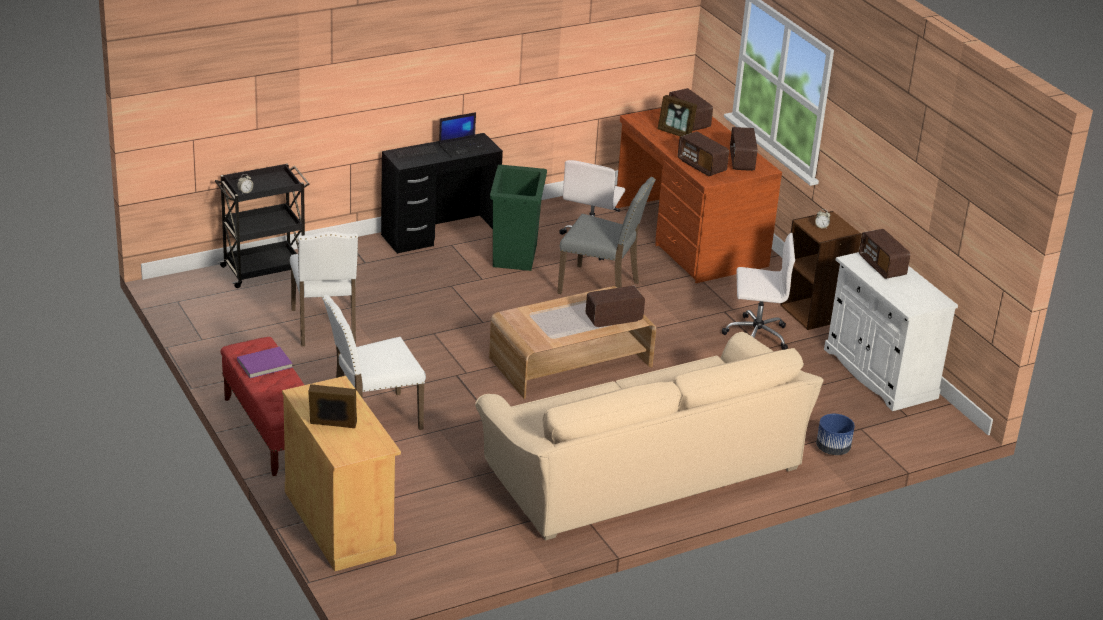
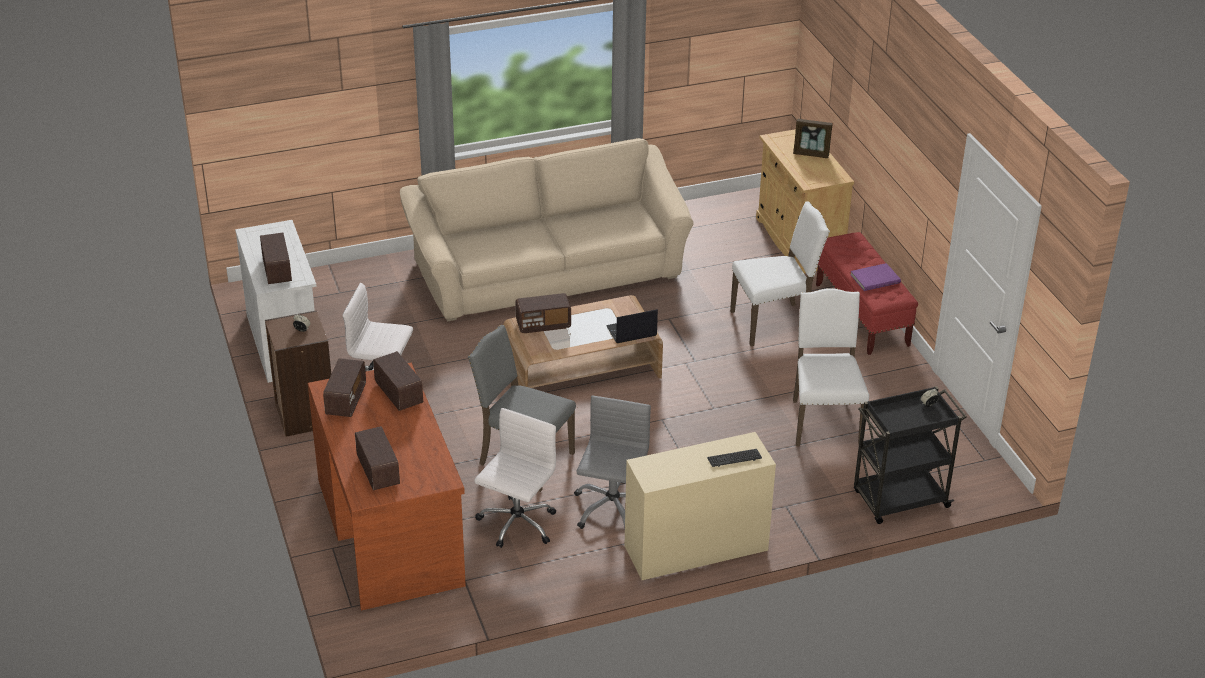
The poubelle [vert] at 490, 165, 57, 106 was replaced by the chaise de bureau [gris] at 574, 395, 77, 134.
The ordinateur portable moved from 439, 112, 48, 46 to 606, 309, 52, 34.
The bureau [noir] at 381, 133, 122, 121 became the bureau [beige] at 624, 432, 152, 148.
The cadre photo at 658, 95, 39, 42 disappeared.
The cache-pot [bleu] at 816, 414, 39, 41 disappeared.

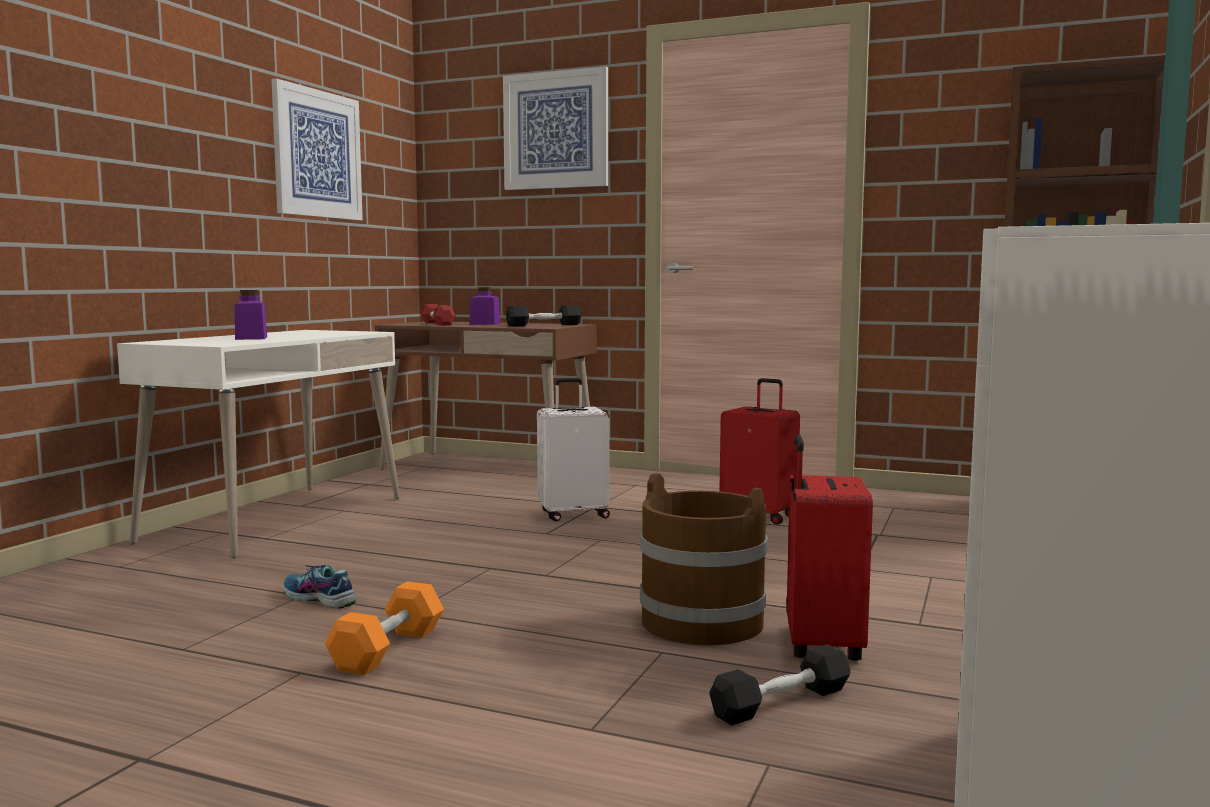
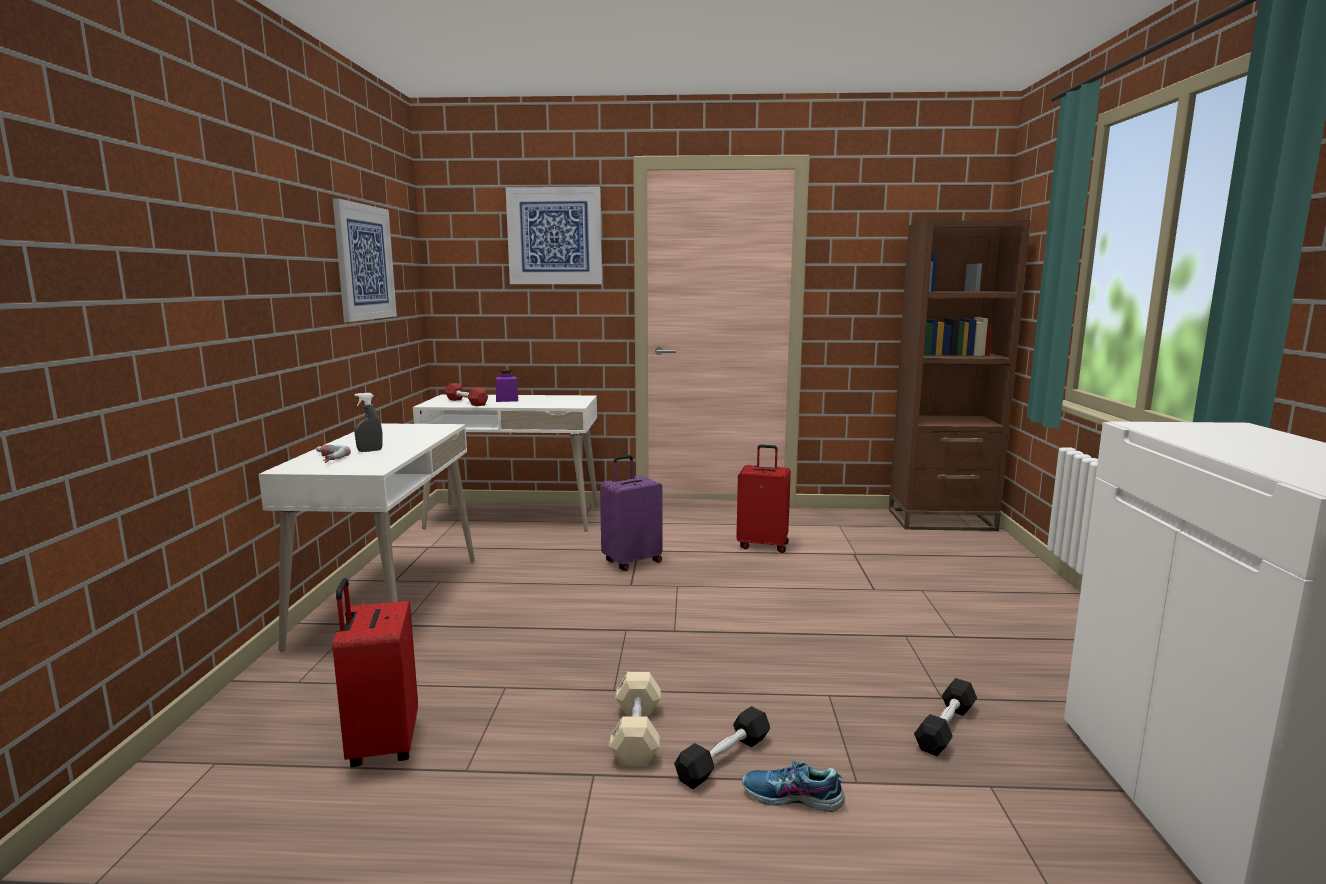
The perceuse at 316, 445, 35, 18 appeared.
The valise [rouge] moved from 787, 434, 86, 227 to 333, 578, 85, 189.
The bocal [violet] at 235, 290, 32, 50 was replaced by the vaporisateur [gris] at 355, 393, 28, 59.
The bureau [marron] at 375, 321, 222, 150 became the bureau [blanc] at 413, 394, 186, 138.
The valise [blanc] at 537, 378, 73, 143 became the valise [violet] at 600, 455, 62, 116.
The haltère [orange] at 325, 581, 119, 95 became the haltère [beige] at 609, 672, 52, 94.
The haltère [noir] moved from 506, 305, 75, 21 to 674, 706, 96, 83.
The chaussure moved from 283, 565, 74, 44 to 742, 761, 103, 51.
The seau [marron] at 640, 473, 128, 172 disappeared.

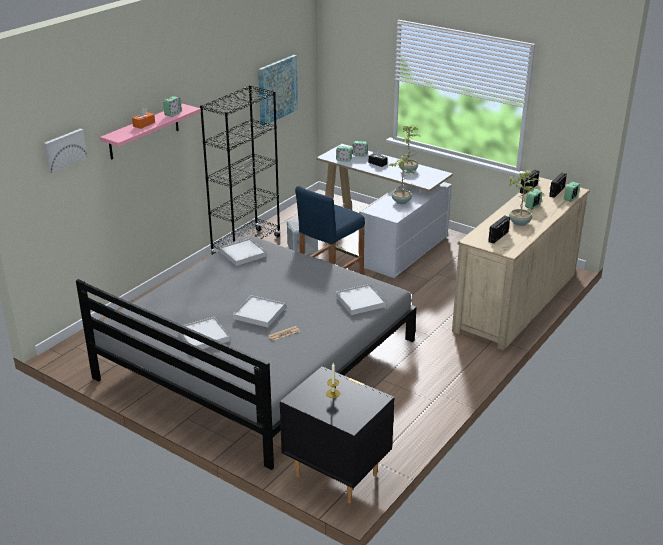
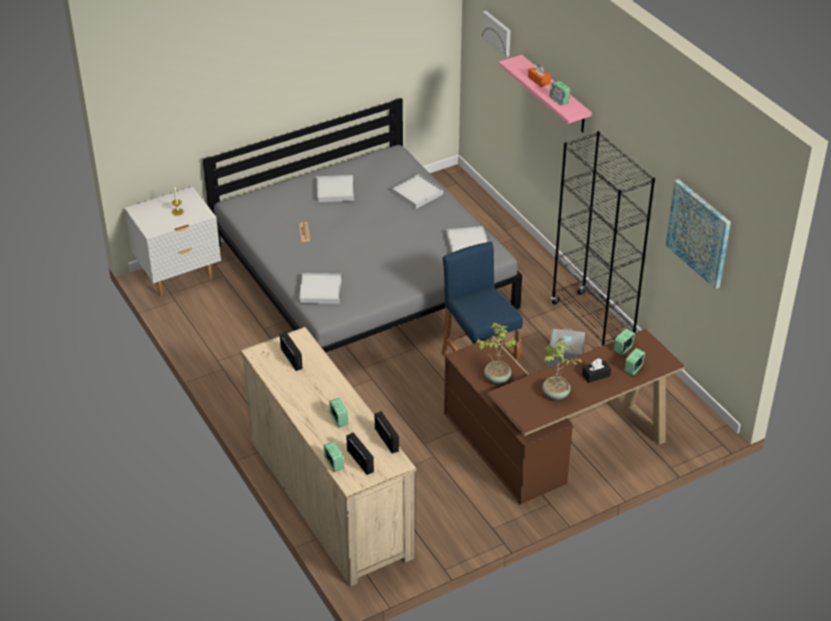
The table de chevet [noir] at 280, 366, 115, 137 became the table de chevet [blanc] at 125, 187, 96, 110.
The plateau [blanc] moved from 233, 295, 52, 32 to 392, 174, 51, 35.
The bureau [blanc] at 316, 144, 137, 134 became the bureau [marron] at 444, 329, 241, 175.
The plante en pot at 509, 170, 30, 56 disappeared.

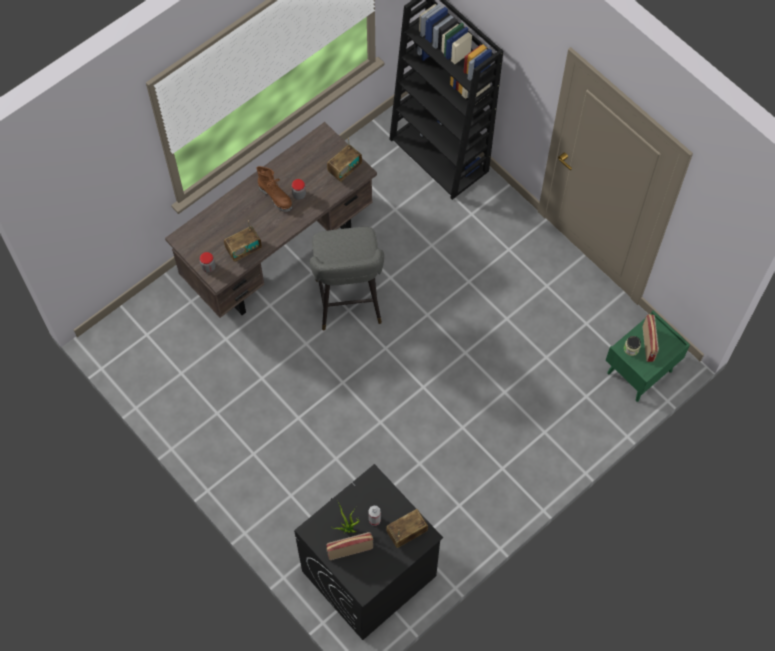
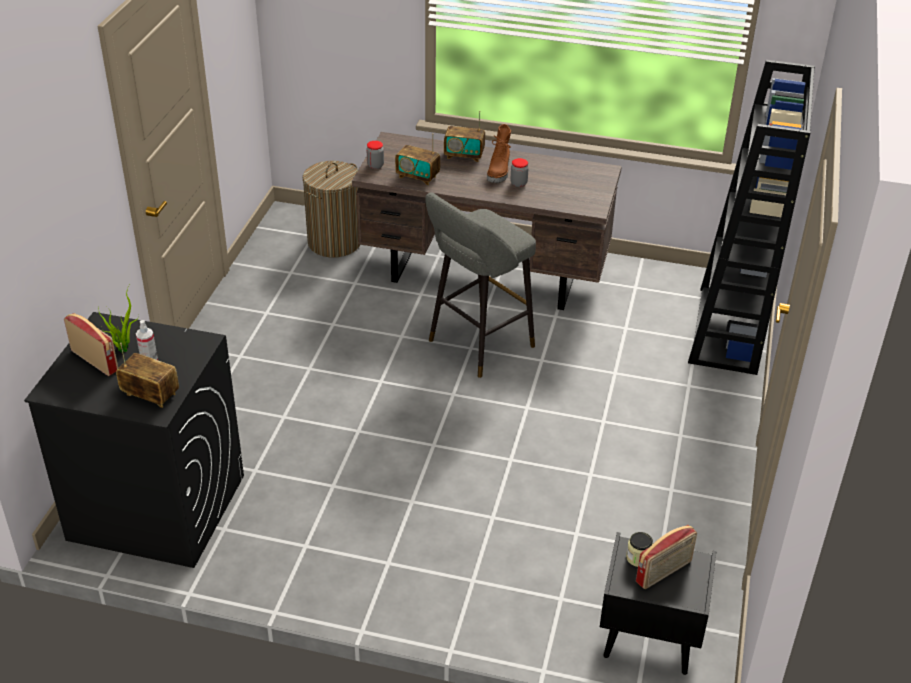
The panier à linge at 303, 161, 57, 96 appeared.
The radio moved from 327, 138, 35, 44 to 444, 111, 41, 51.
The table de chevet [vert] at 606, 311, 84, 91 became the table de chevet [noir] at 600, 532, 116, 143.

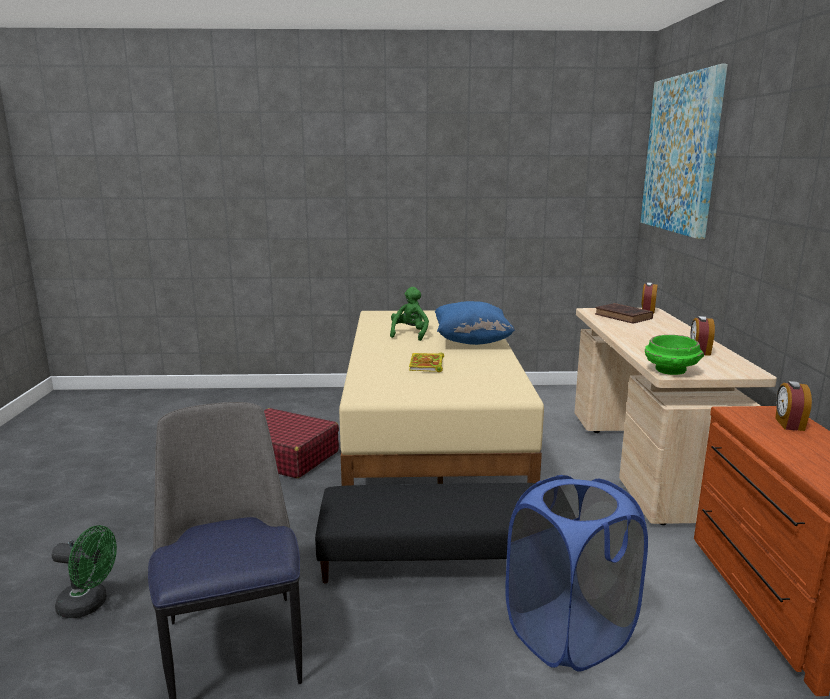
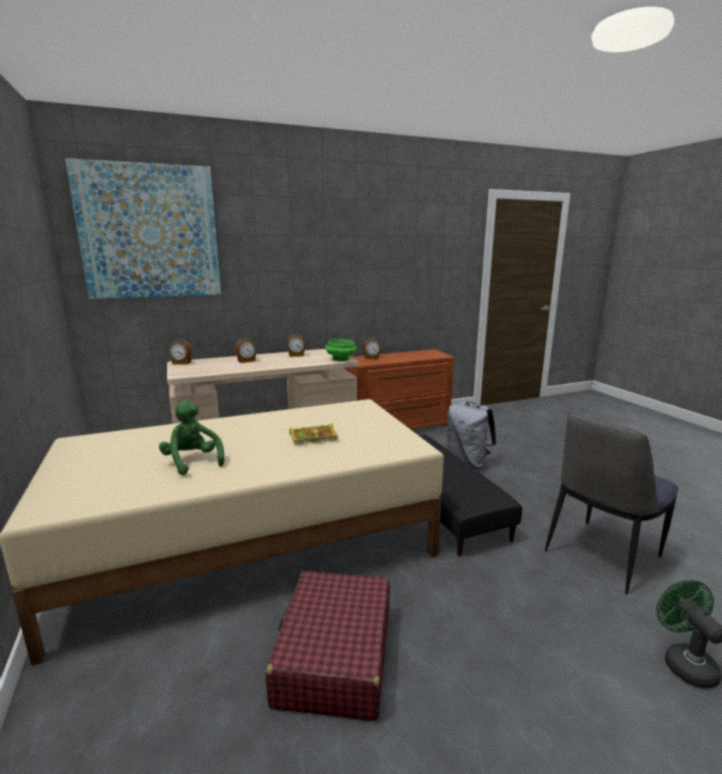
The peluche [vert] at 390, 287, 39, 54 turned 60 degrees clockwise.
The réveil at 235, 338, 22, 25 appeared.
The panier à linge [bleu] at 505, 475, 143, 197 was replaced by the sac à dos [gris] at 447, 402, 49, 67.
The coussin [bleu] at 435, 301, 80, 44 disappeared.
The livre [marron] at 595, 303, 58, 21 disappeared.

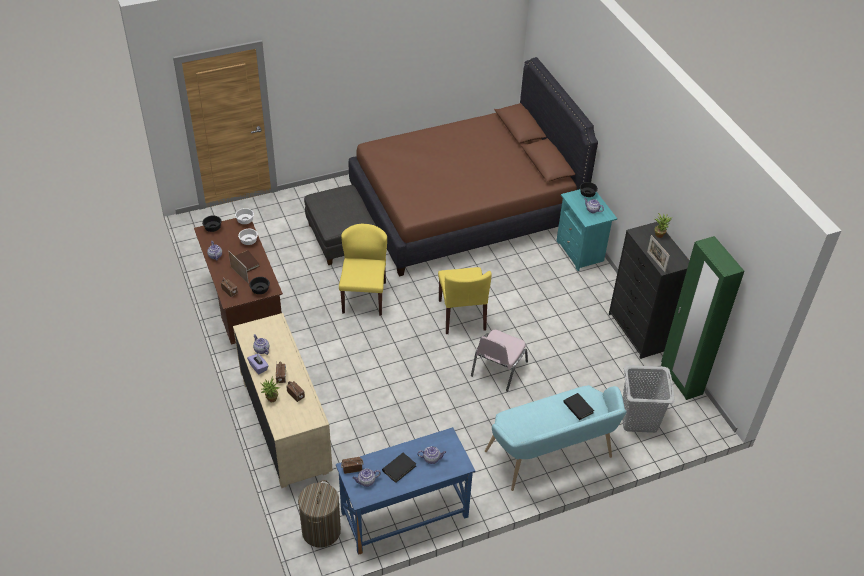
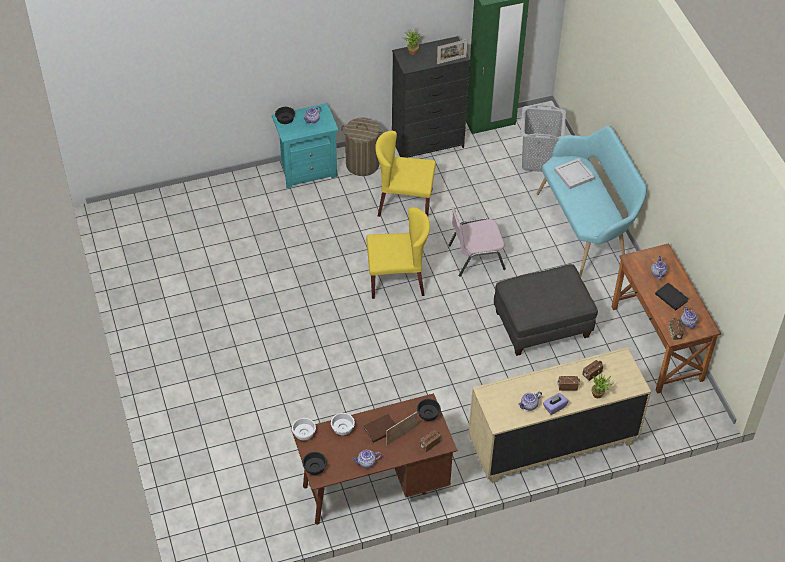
The panier à linge moved from 298, 480, 43, 68 to 341, 117, 43, 59.
The chaise [jaune] moved from 339, 224, 48, 92 to 375, 131, 61, 86.
The chaise [rose] at 471, 330, 57, 62 turned 135 degrees clockwise.
The pouf [gris] moved from 304, 185, 72, 80 to 494, 264, 104, 92.
The livre [noir] at 563, 393, 31, 27 was replaced by the plateau [blanc] at 554, 158, 41, 31.
The bureau [bleu] at 336, 427, 139, 128 became the bureau [marron] at 612, 243, 109, 151.
The lit [marron] at 349, 57, 249, 220 disappeared.

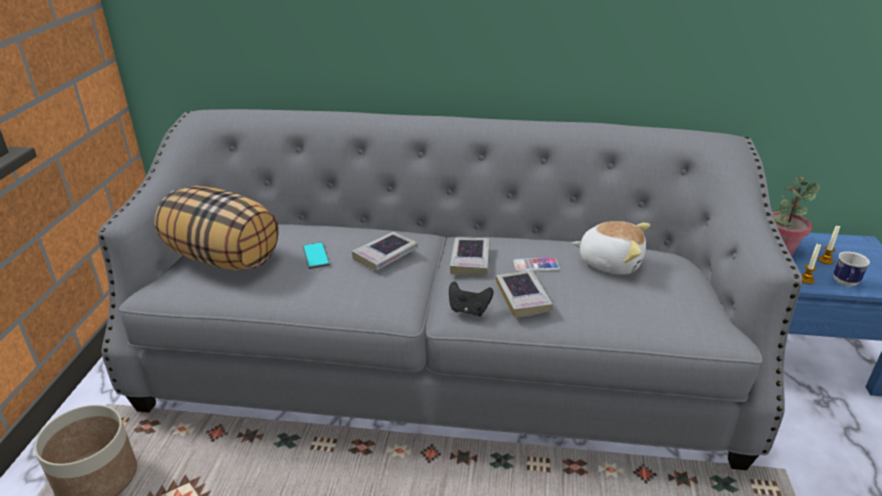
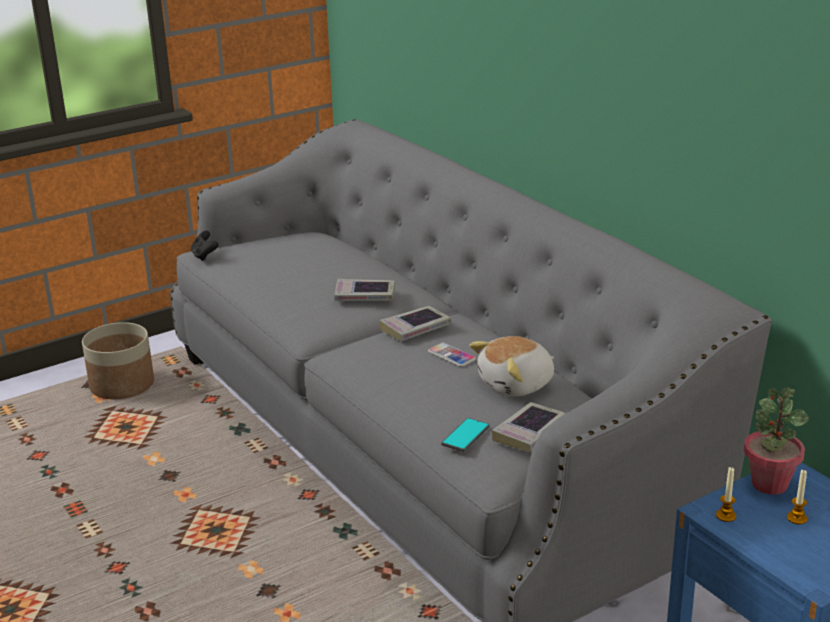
The manette [noir] moved from 449, 281, 44, 35 to 191, 231, 28, 30.
The téléphone moved from 303, 242, 27, 27 to 441, 418, 48, 34.
The peluche at 572, 221, 78, 54 turned 75 degrees clockwise.
The livre moved from 496, 270, 57, 48 to 492, 402, 74, 50.
The coussin at 154, 186, 125, 85 disappeared.
The mug at 833, 251, 37, 35 disappeared.

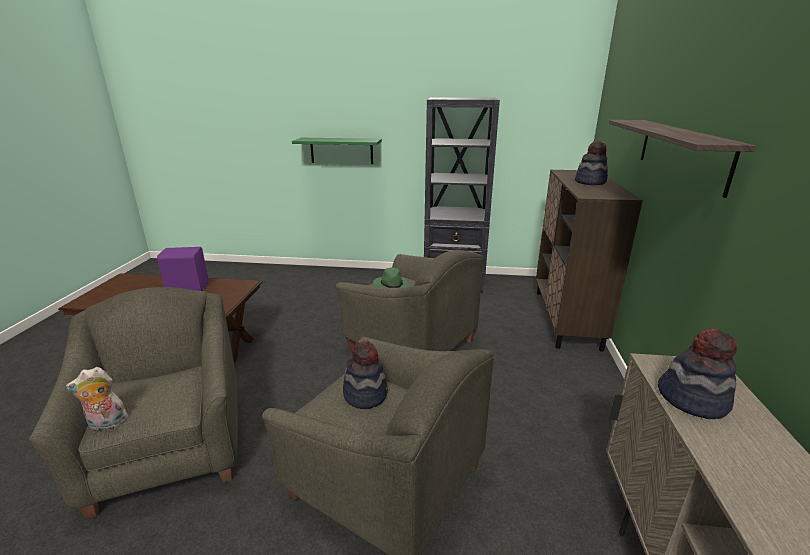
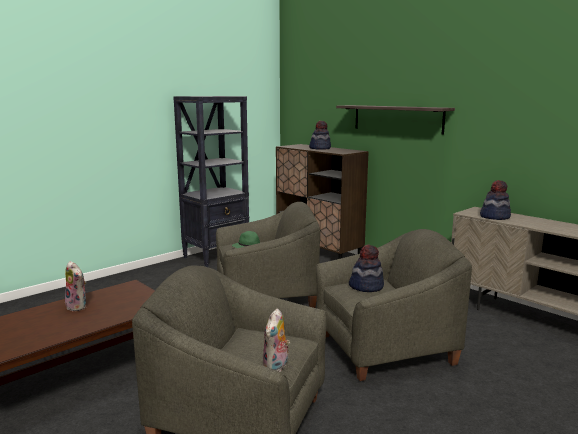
The enceinte [violet] at 157, 247, 52, 44 was replaced by the peluche at 65, 261, 21, 51.
The étagère [vert] at 292, 138, 90, 26 disappeared.

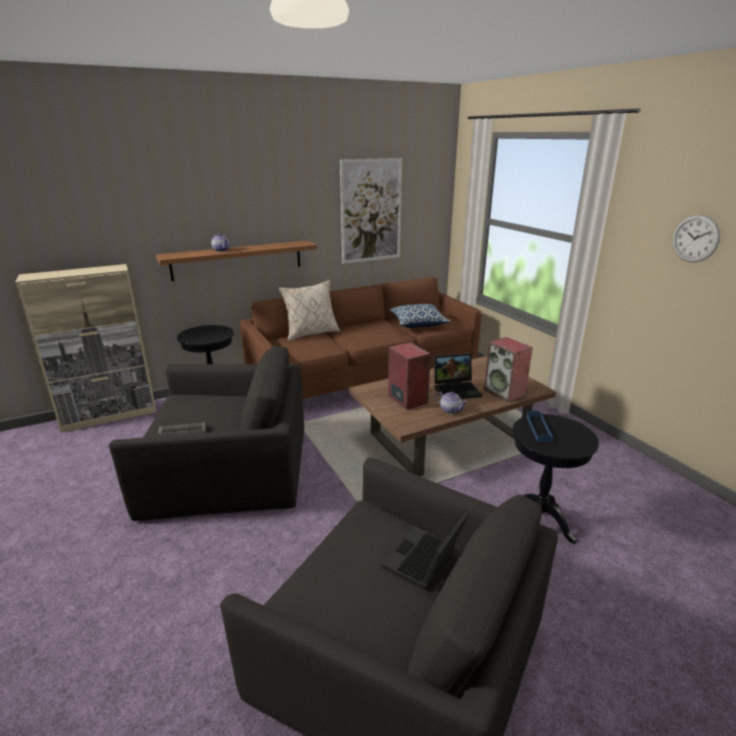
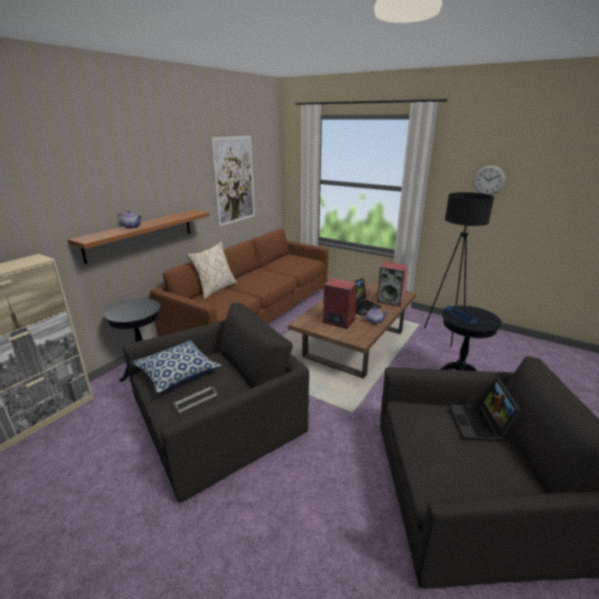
The coussin moved from 388, 304, 63, 24 to 131, 341, 91, 53.
The lampadaire [noir] at 424, 192, 70, 155 appeared.

